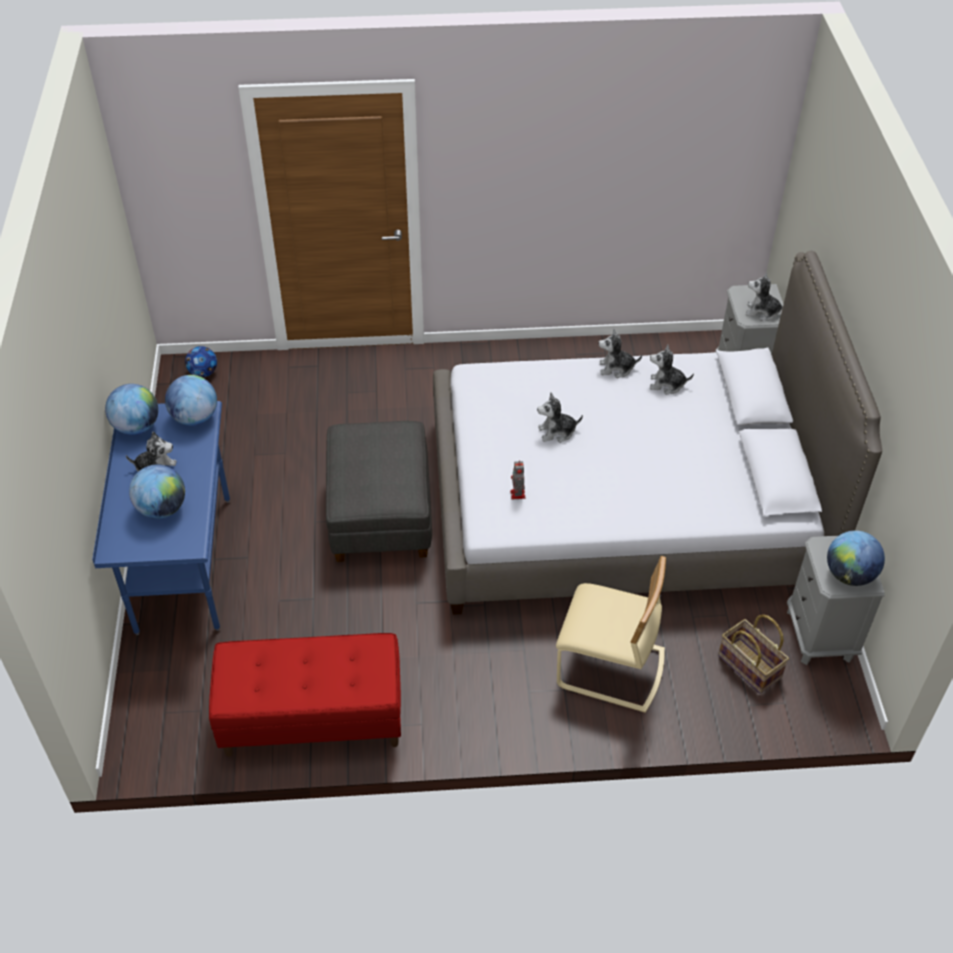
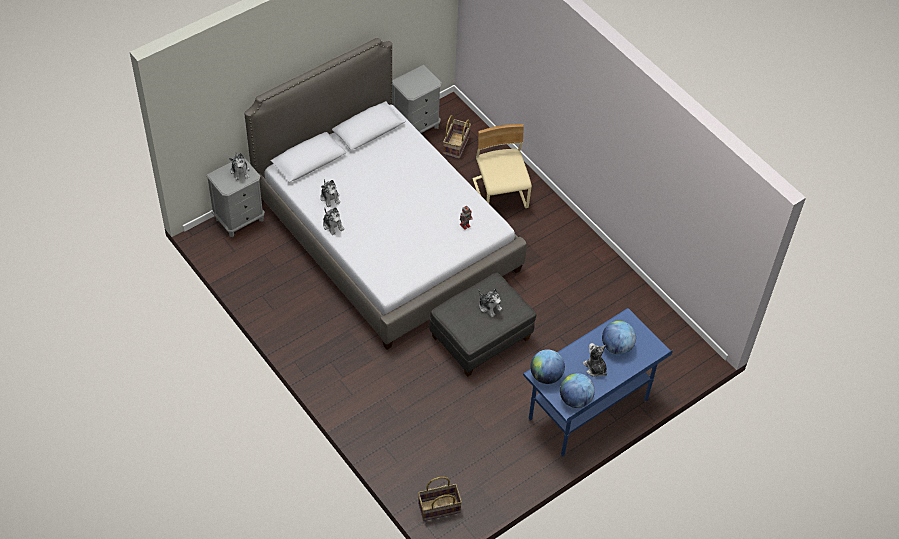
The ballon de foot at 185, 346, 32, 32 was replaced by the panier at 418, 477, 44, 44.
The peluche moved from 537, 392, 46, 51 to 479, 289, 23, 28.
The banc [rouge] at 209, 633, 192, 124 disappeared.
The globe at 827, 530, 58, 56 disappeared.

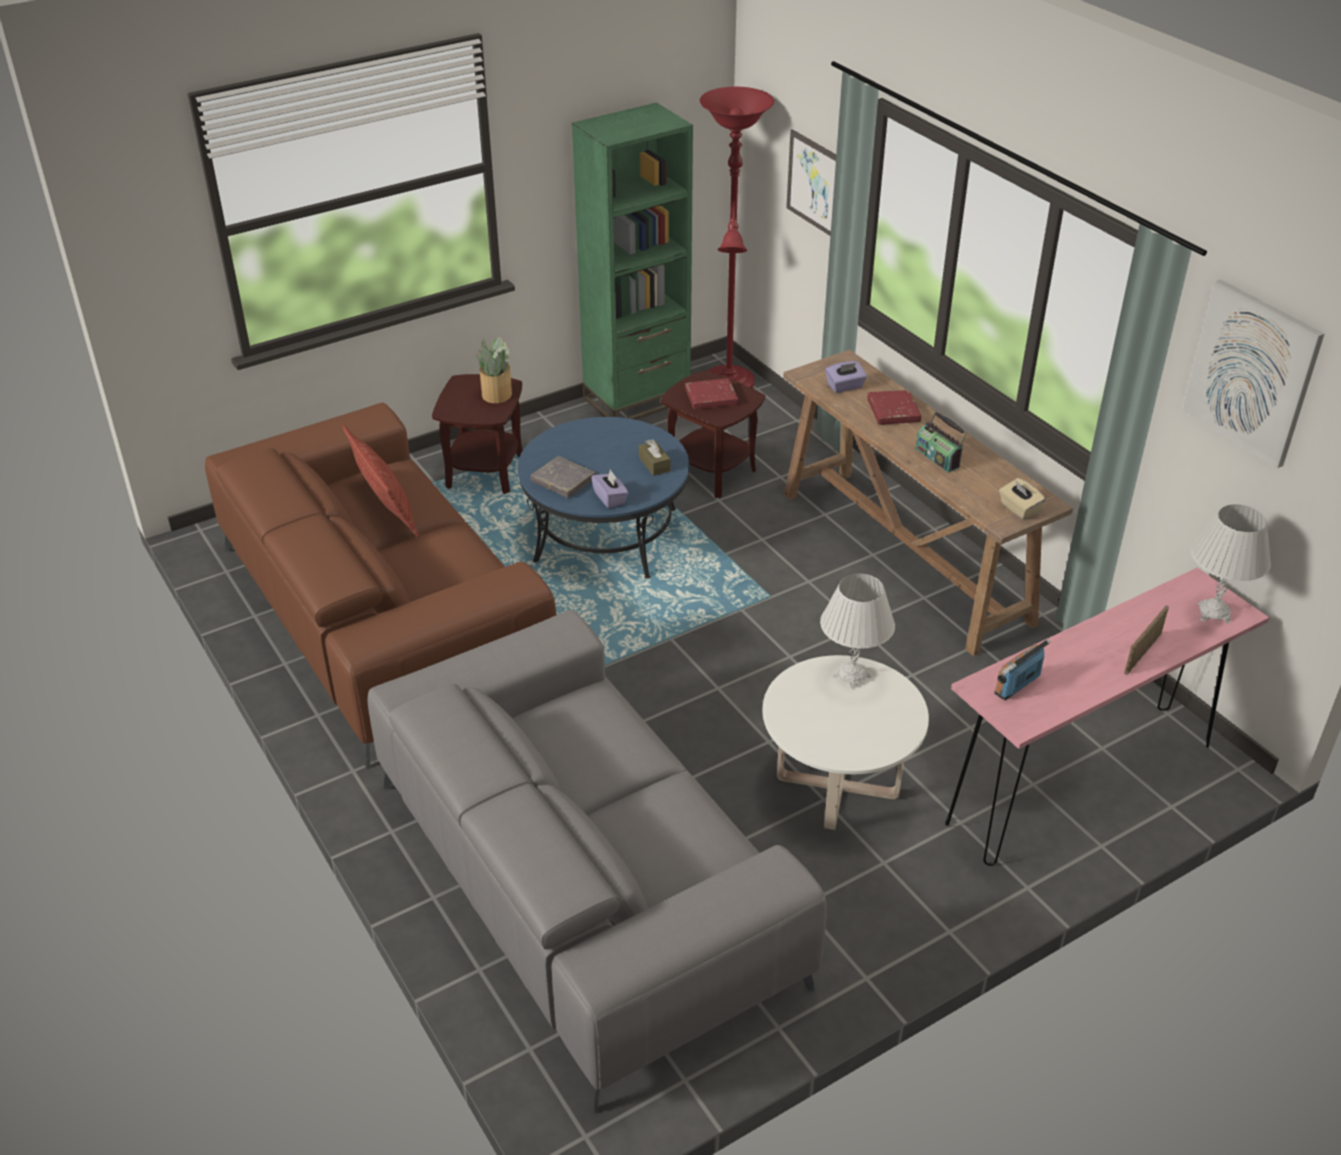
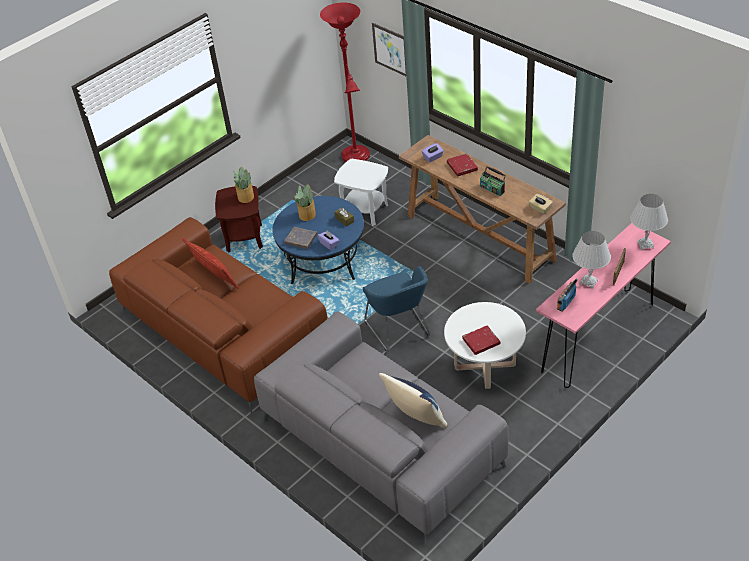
The plante en pot at 294, 184, 22, 37 appeared.
The table d'appoint [marron] at 661, 370, 104, 128 became the table d'appoint [blanc] at 334, 159, 54, 67.
The fauteuil [bleu] at 363, 266, 67, 86 appeared.
The coussin [bleu] at 379, 373, 69, 55 appeared.
The livre [rouge] moved from 685, 378, 53, 31 to 462, 325, 38, 30.
The lampe de table [blanc] moved from 820, 573, 75, 117 to 572, 231, 39, 58.
The bibliothèque [vert] at 572, 103, 121, 317 disappeared.
The tableau at 1182, 280, 142, 188 disappeared.

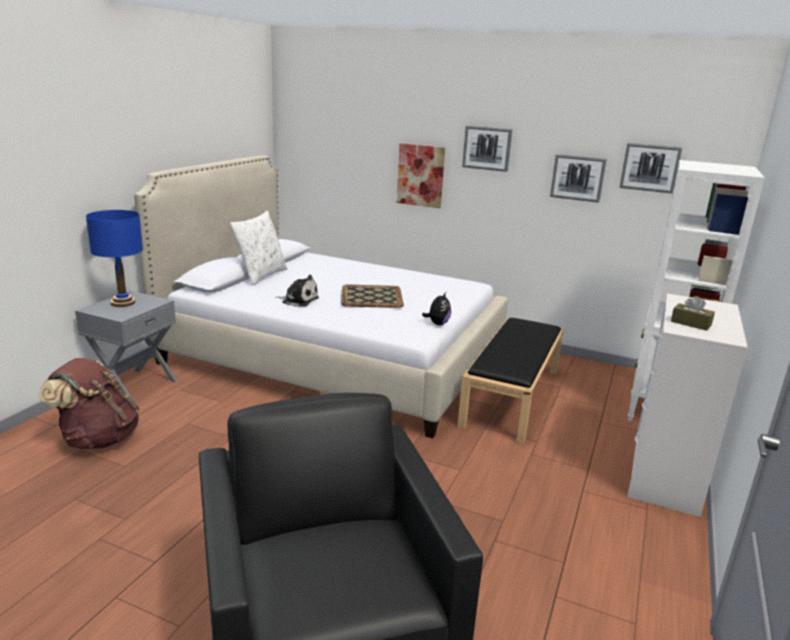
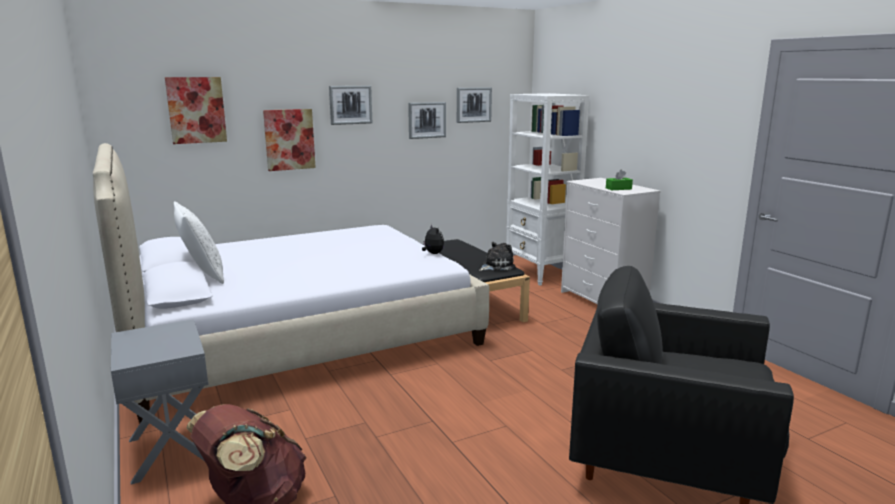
The tableau at 165, 77, 62, 67 appeared.
The peluche moved from 275, 275, 44, 32 to 479, 242, 37, 29.
The boîte à mouchoirs [marron] at 671, 296, 44, 35 became the boîte à mouchoirs [vert] at 606, 170, 27, 20.
The lampe de table [bleu] at 86, 210, 57, 97 disappeared.
The plateau at 341, 285, 63, 23 disappeared.

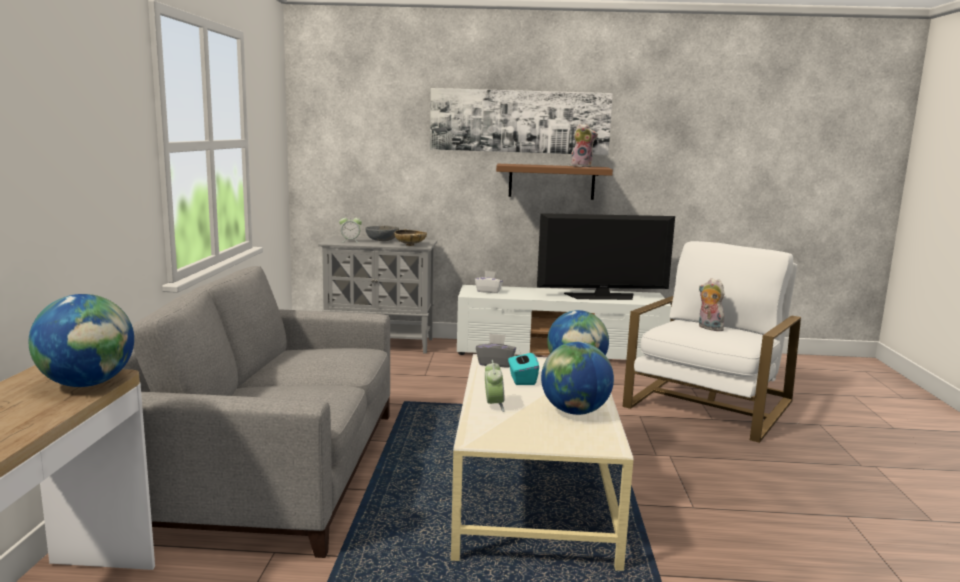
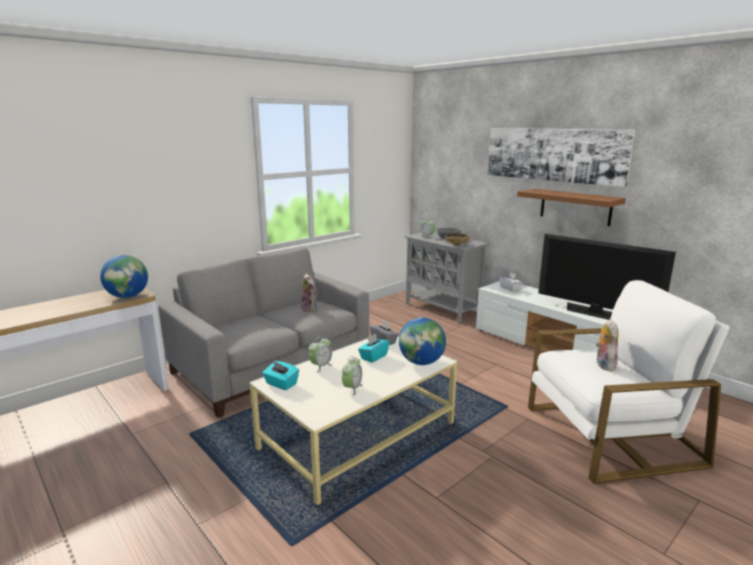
The boîte à mouchoirs [turquoise] at 262, 361, 37, 29 appeared.
The peluche moved from 570, 124, 28, 43 to 301, 273, 16, 39.
The globe at 541, 342, 73, 73 was replaced by the réveil at 342, 356, 21, 40.

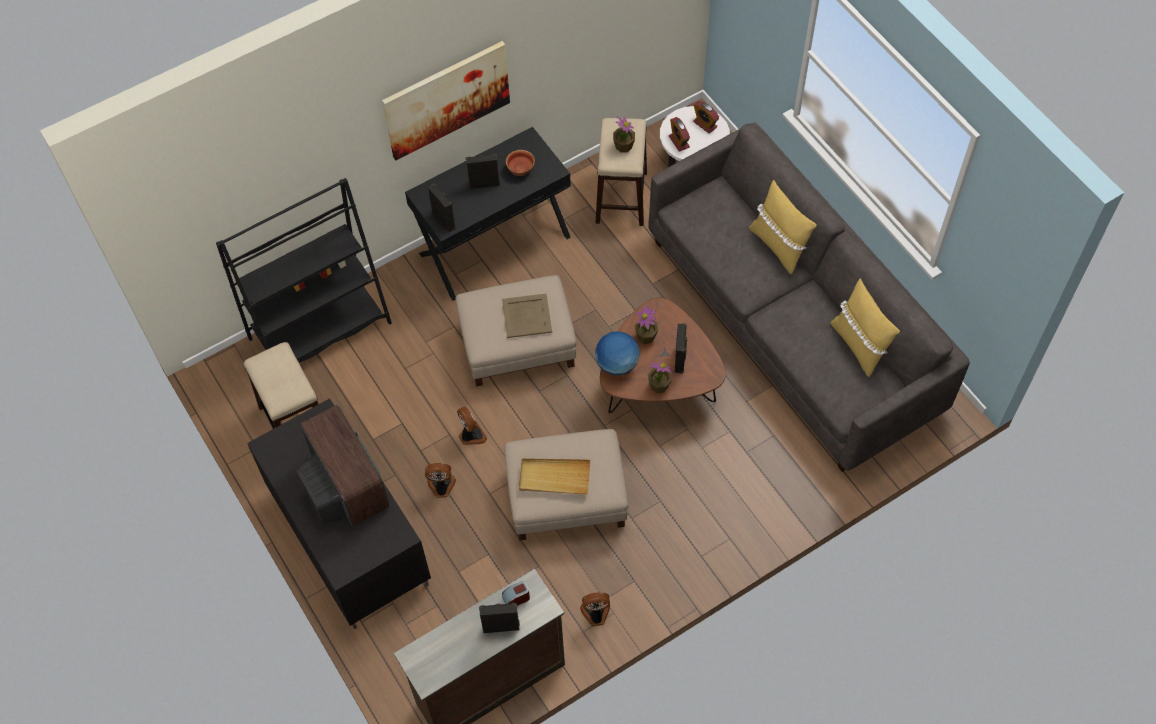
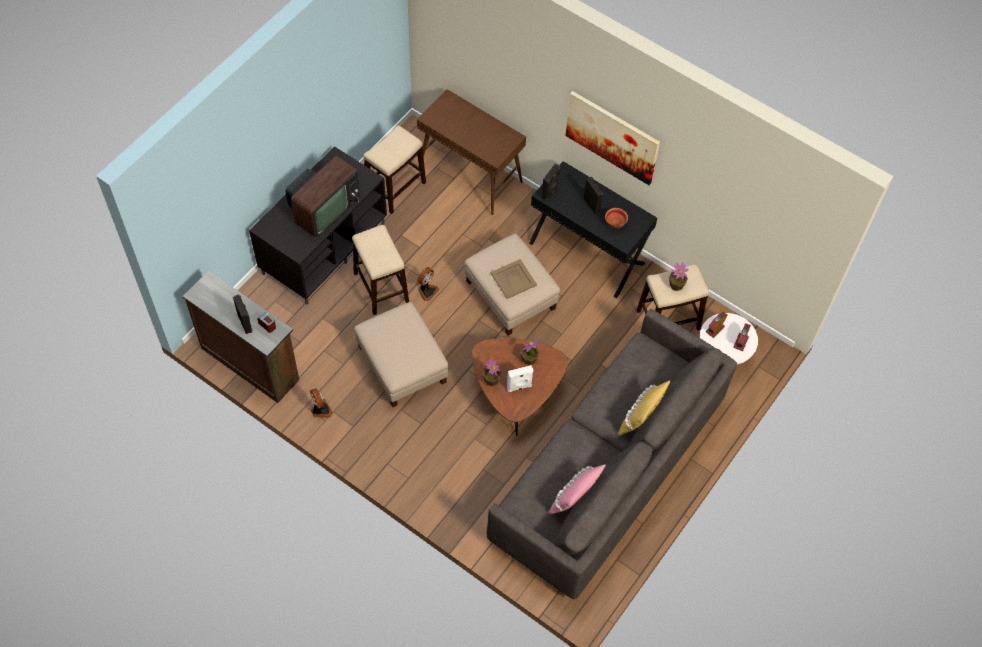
The ventilateur at 425, 463, 31, 35 was replaced by the tabouret at 352, 225, 57, 90.
The bibliothèque [noir] at 216, 178, 176, 185 was replaced by the table console [marron] at 417, 89, 109, 126.
The enceinte [noir] at 675, 323, 12, 51 became the enceinte [blanc] at 507, 365, 26, 27.
The coussin [jaune] at 830, 278, 70, 99 became the coussin [rose] at 549, 465, 57, 49.
The plateau [beige] at 519, 458, 71, 37 disappeared.
The globe at 595, 331, 44, 45 disappeared.

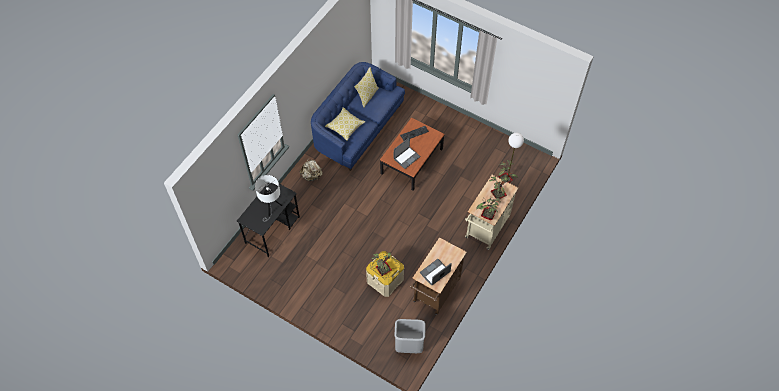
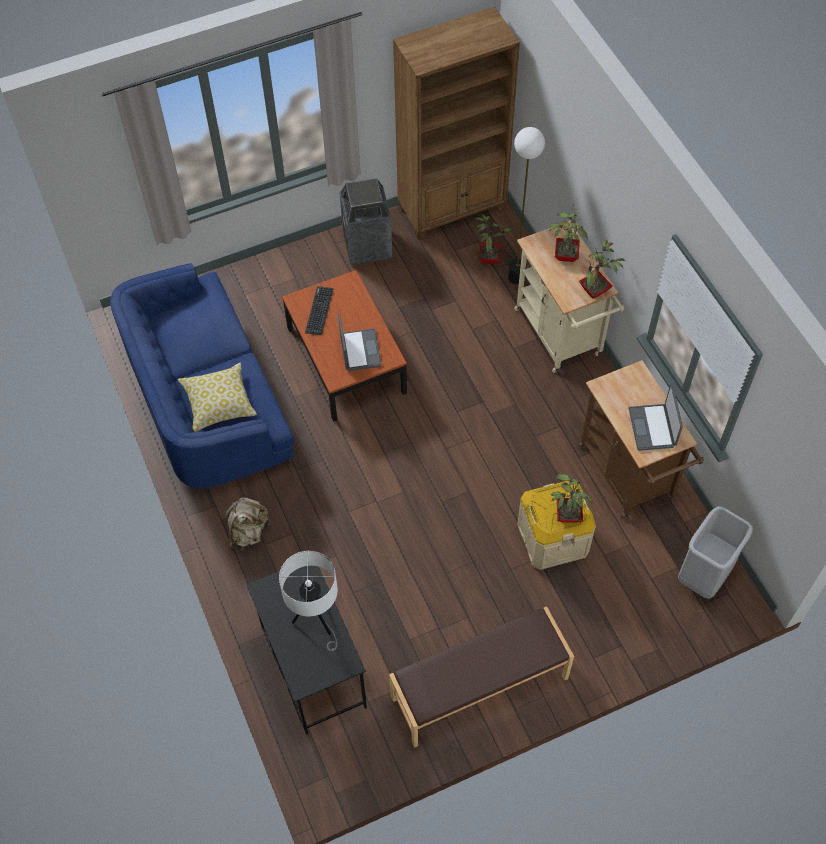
The poubelle at 339, 178, 54, 87 appeared.
The banc [marron] at 389, 606, 185, 142 appeared.
The bibliothèque [marron] at 393, 7, 127, 233 appeared.
The coussin at 354, 67, 25, 40 disappeared.

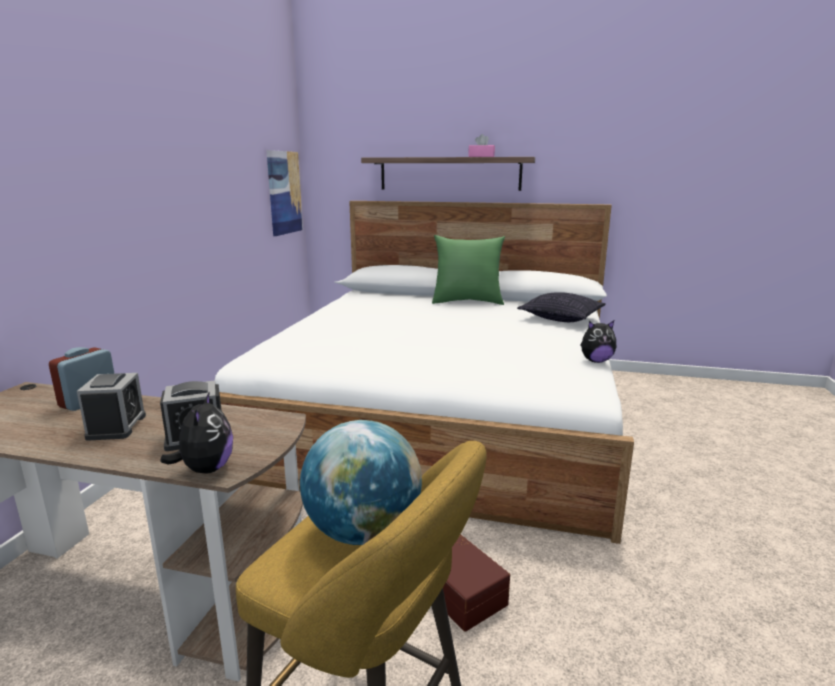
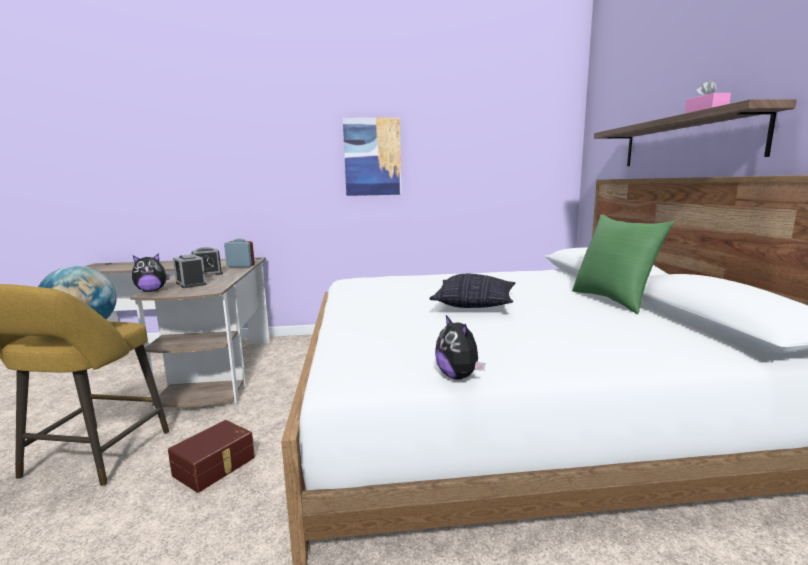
The tableau moved from 266, 150, 37, 86 to 343, 117, 58, 79.
The coussin moved from 517, 292, 89, 30 to 430, 274, 85, 34.

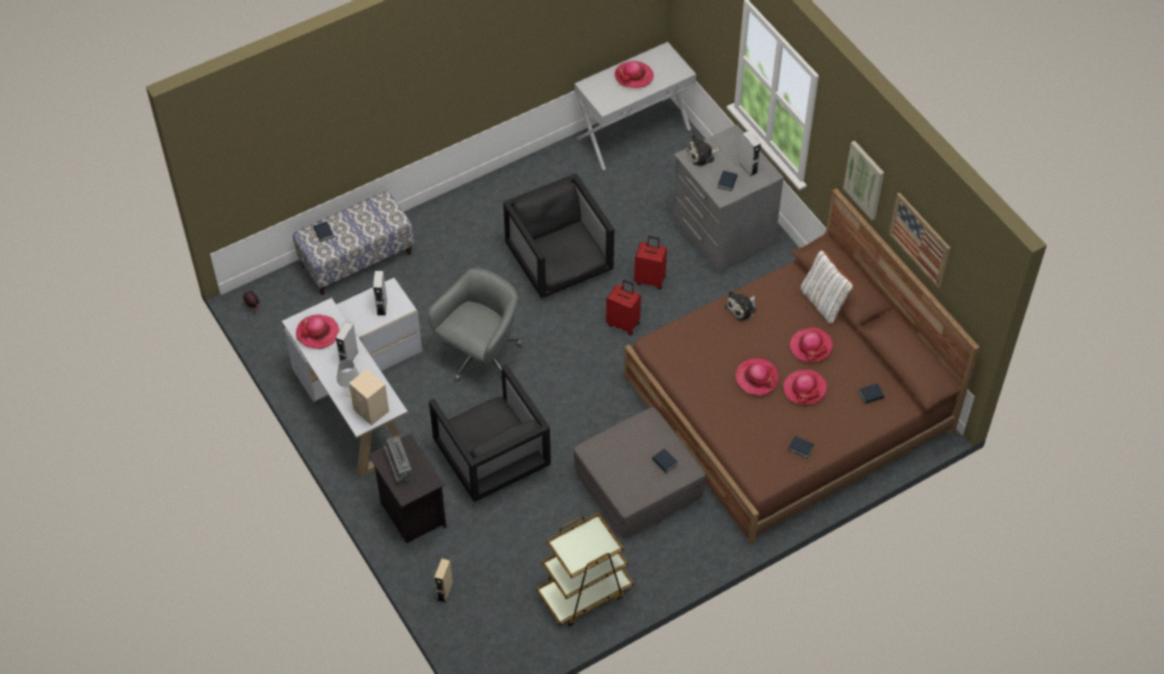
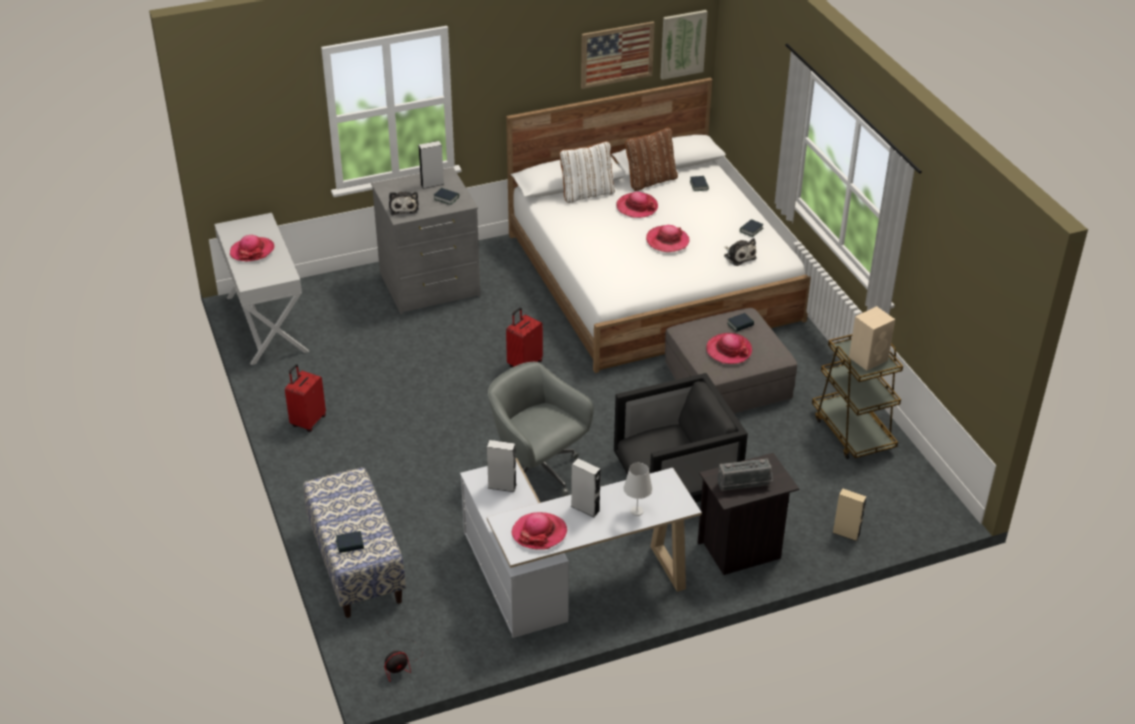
The valise [rouge] moved from 634, 236, 33, 54 to 285, 364, 41, 68.
The lit [marron] at 624, 188, 356, 357 became the lit [blanc] at 506, 78, 305, 295.
The coussin [marron] at 625, 128, 53, 63 appeared.
The tableau moved from 843, 141, 41, 79 to 660, 10, 48, 70.
The chapeau moved from 783, 370, 44, 35 to 706, 333, 46, 31.
The peluche moved from 725, 291, 31, 30 to 724, 238, 33, 28.
The enceinte [beige] moved from 349, 369, 40, 57 to 849, 306, 46, 65.
The fauteuil [noir] at 503, 173, 111, 125 disappeared.

